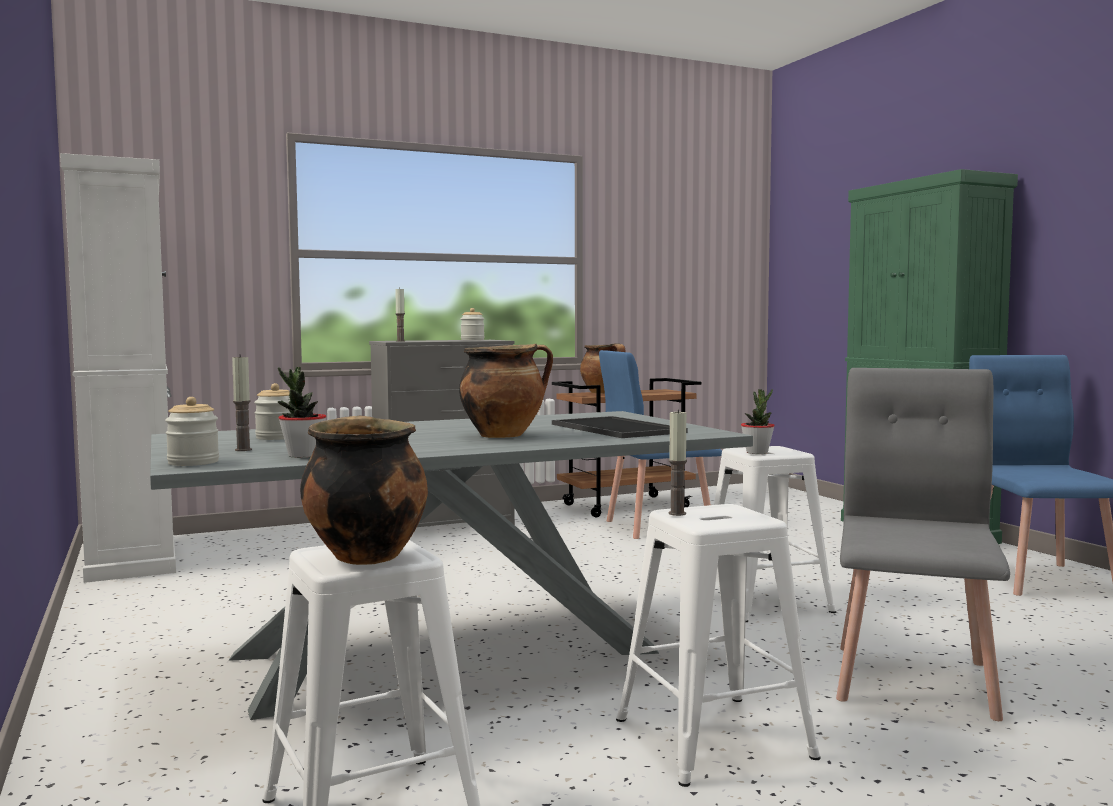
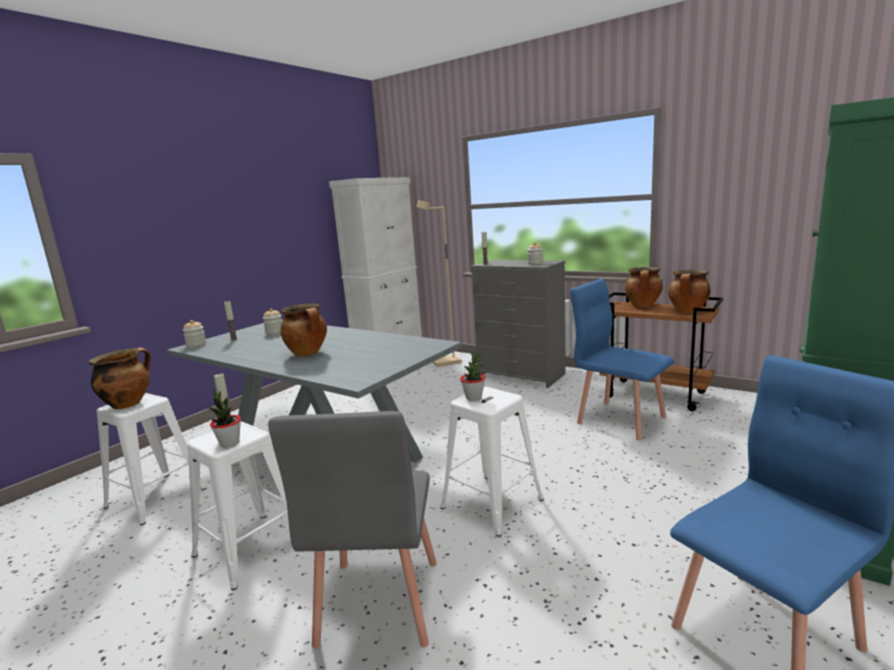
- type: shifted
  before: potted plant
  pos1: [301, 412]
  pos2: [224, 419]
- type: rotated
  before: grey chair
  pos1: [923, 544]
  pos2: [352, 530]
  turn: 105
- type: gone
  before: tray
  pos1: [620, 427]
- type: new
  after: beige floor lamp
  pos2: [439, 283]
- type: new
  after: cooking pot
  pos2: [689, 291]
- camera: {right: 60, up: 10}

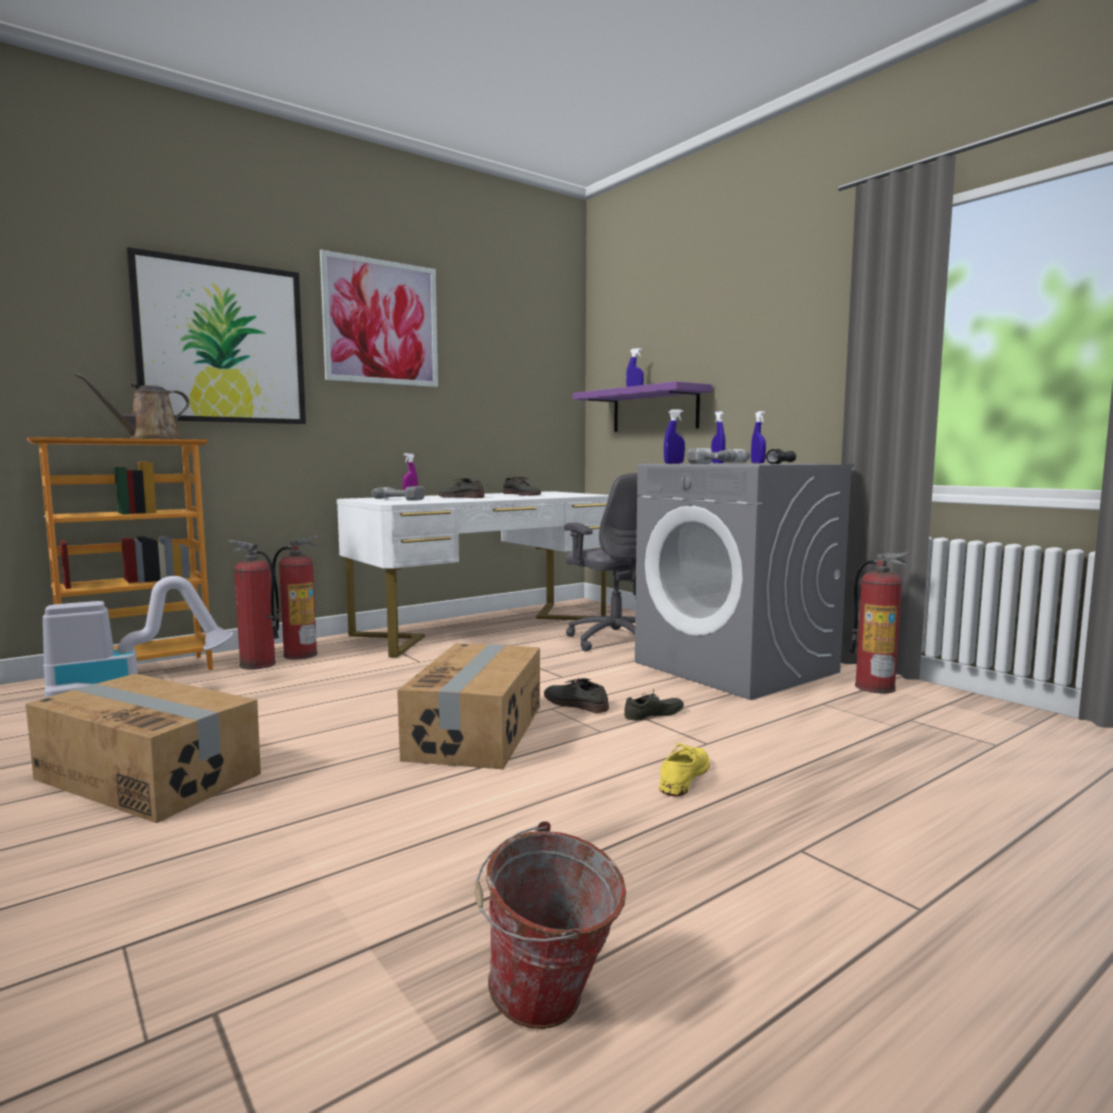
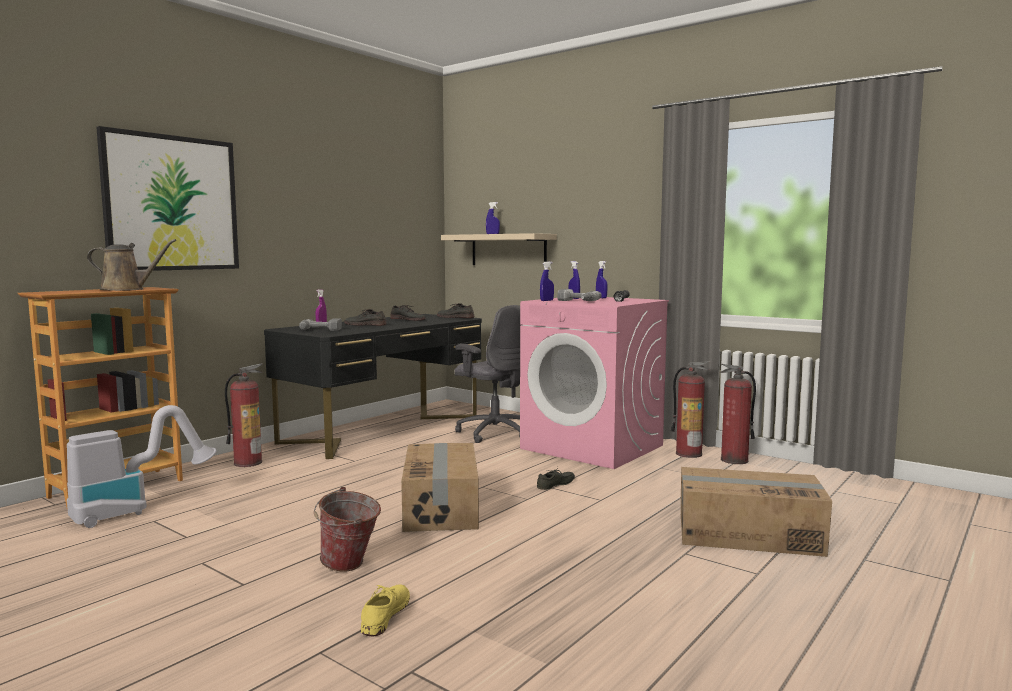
- type: gone
  before: picture
  pos1: [379, 318]
- type: rotated
  before: brown watering can
  pos1: [132, 406]
  pos2: [131, 265]
  turn: -120
- type: repainted
  before: purple shelf
  after: beige shelf
  pos1: [642, 406]
  pos2: [499, 249]
- type: repainted
  before: grey washing machine
  after: pink washing machine
  pos1: [744, 581]
  pos2: [594, 383]
- type: repainted
  before: white desk
  after: black desk
  pos1: [473, 574]
  pos2: [373, 386]
- type: shifted
  before: fire extinguisher
  pos1: [253, 605]
  pos2: [738, 414]
- type: shifted
  before: cardboard box
  pos1: [143, 748]
  pos2: [756, 512]
- type: shifted
  before: grey shoe
  pos1: [576, 695]
  pos2: [455, 310]
- type: shifted
  before: yellow shoe
  pos1: [684, 769]
  pos2: [385, 610]
- type: shifted
  before: bucket
  pos1: [550, 925]
  pos2: [347, 529]
- camera: {right: -15, up: 0}

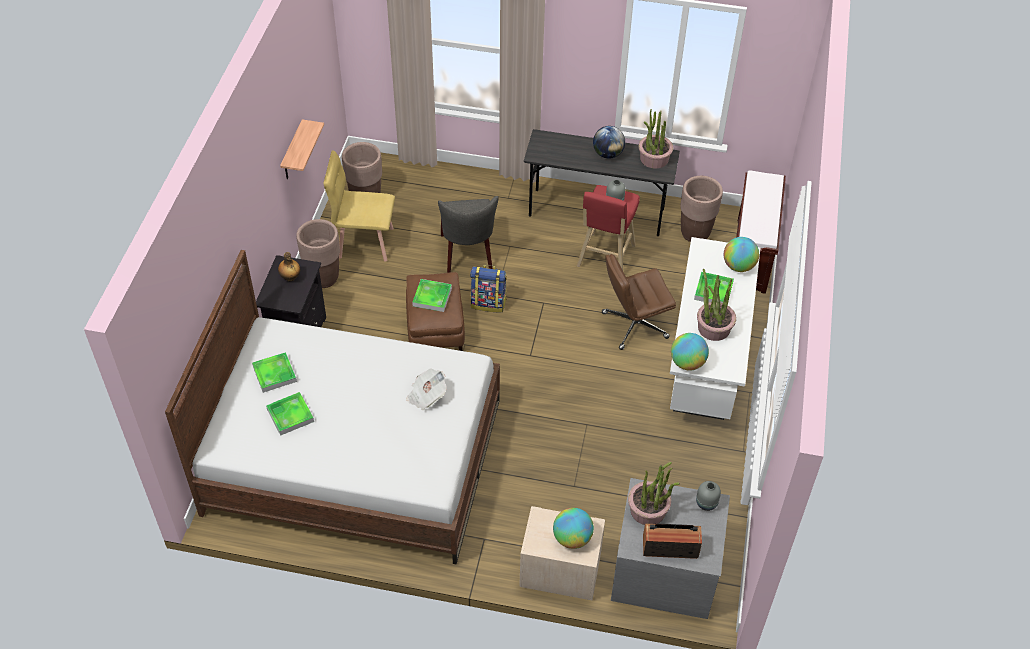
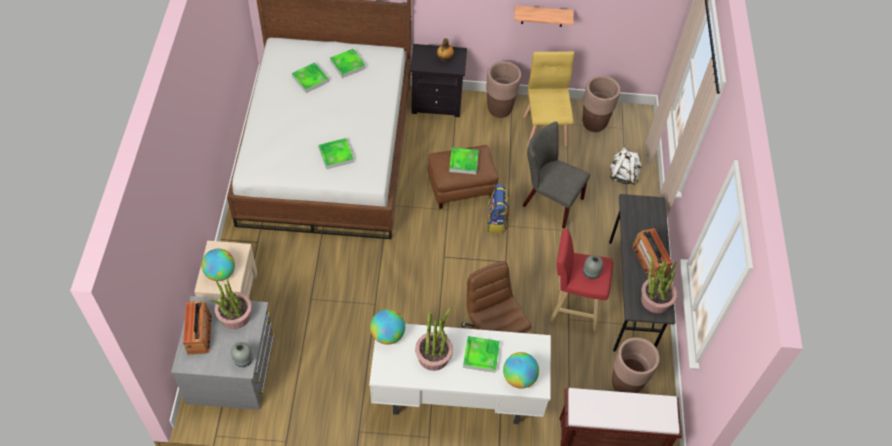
- type: swapped
  before: globe
  after: radio
  pos1: [609, 142]
  pos2: [652, 252]
- type: rotated
  before: grey chair
  pos1: [468, 234]
  pos2: [556, 175]
  turn: 45
- type: swapped
  before: newspaper
  after: tray
  pos1: [426, 389]
  pos2: [336, 153]
- type: new
  after: white backpack
  pos2: [626, 166]
- camera: {right: 80, up: 5}

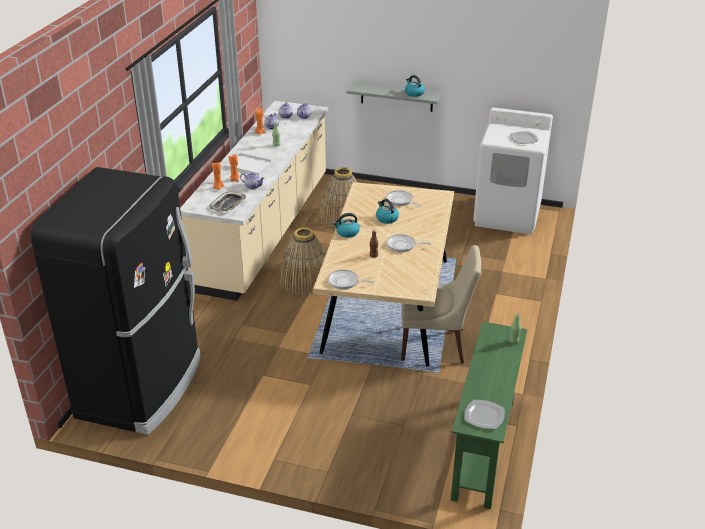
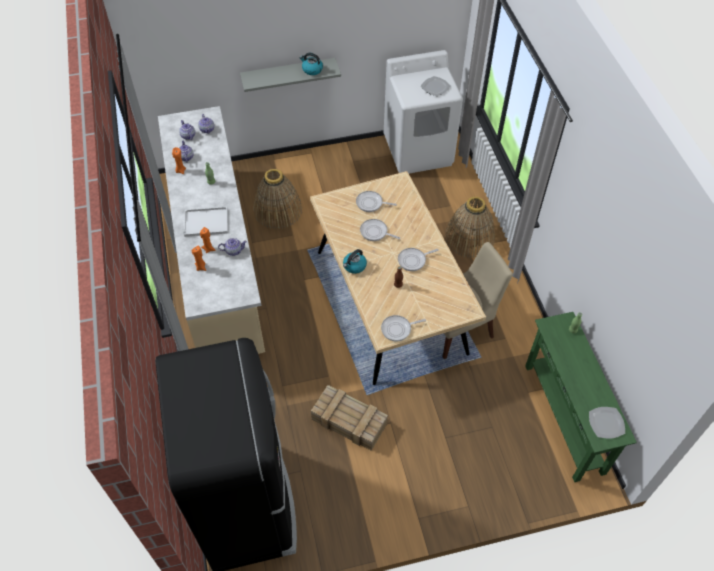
- type: gone
  before: tray
  pos1: [228, 201]
- type: swapped
  before: kettle
  after: frying pan
  pos1: [387, 211]
  pos2: [380, 230]
- type: shifted
  before: basket
  pos1: [302, 261]
  pos2: [470, 227]
- type: new
  after: crate
  pos2: [349, 418]
- camera: {right: -30, up: 20}

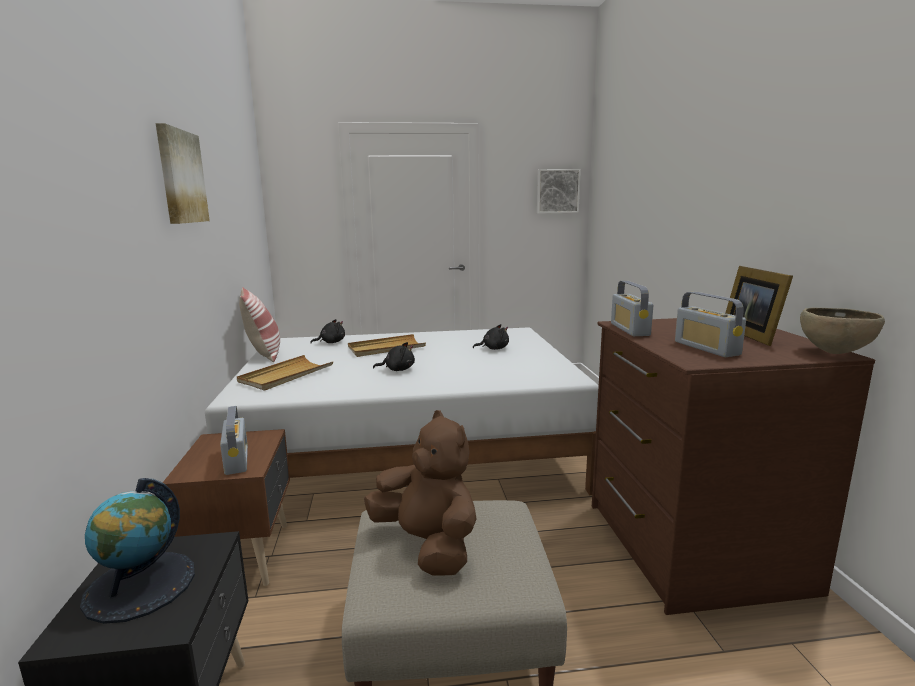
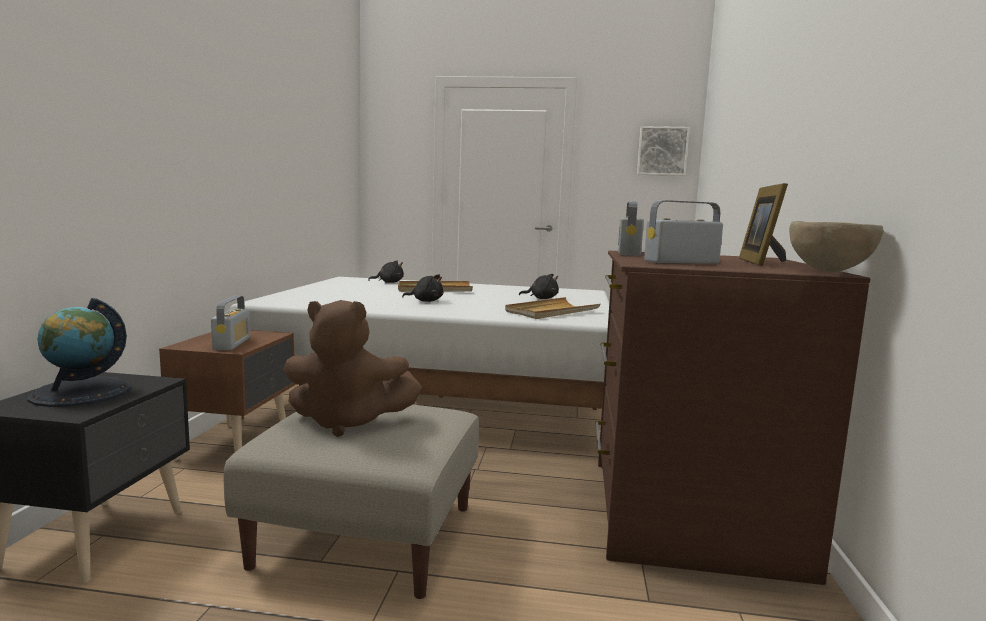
- type: gone
  before: picture
  pos1: [183, 173]
- type: gone
  before: pillow
  pos1: [259, 324]
- type: rotated
  before: radio
  pos1: [710, 324]
  pos2: [683, 231]
  turn: 75
- type: shifted
  before: beige tray
  pos1: [285, 373]
  pos2: [553, 308]
- type: rotated
  before: brown plush toy
  pos1: [420, 493]
  pos2: [352, 368]
  turn: 120
- camera: {right: 15, up: -5}

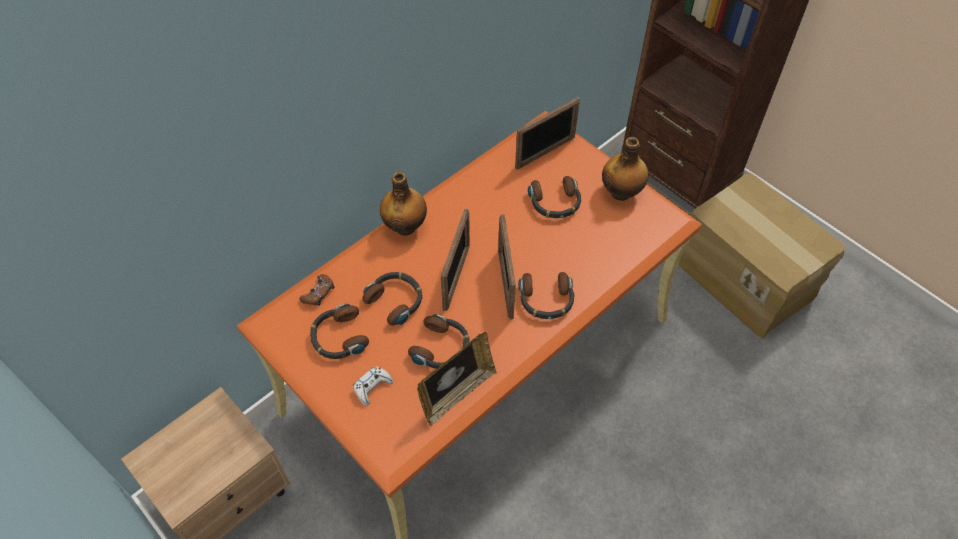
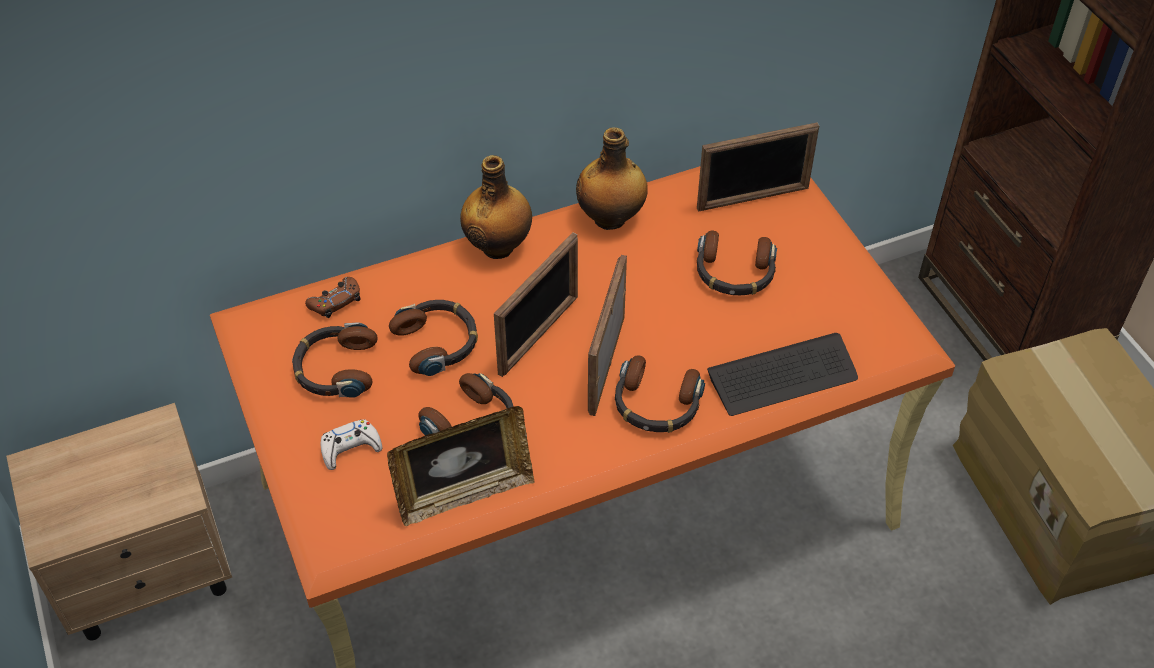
- type: shifted
  before: bottle
  pos1: [625, 169]
  pos2: [612, 178]
- type: new
  after: keyboard
  pos2: [782, 374]
- camera: {right: 20, up: -5}

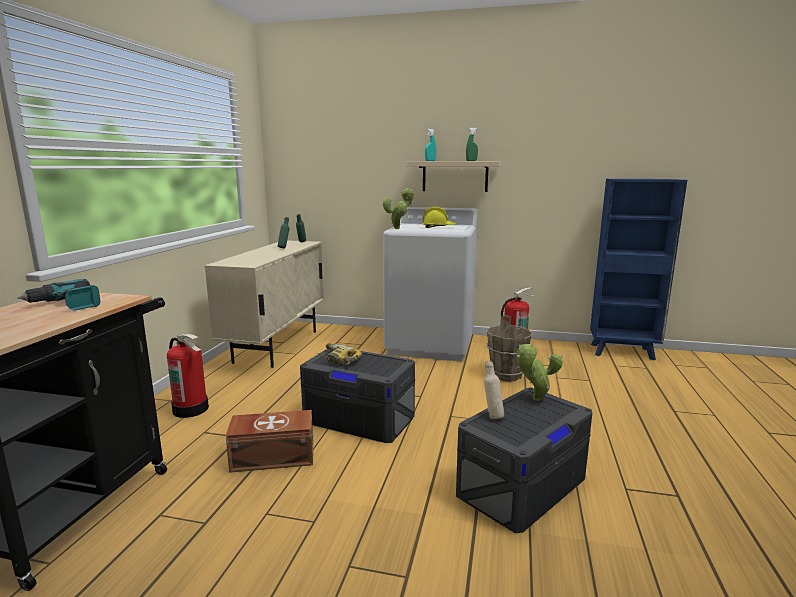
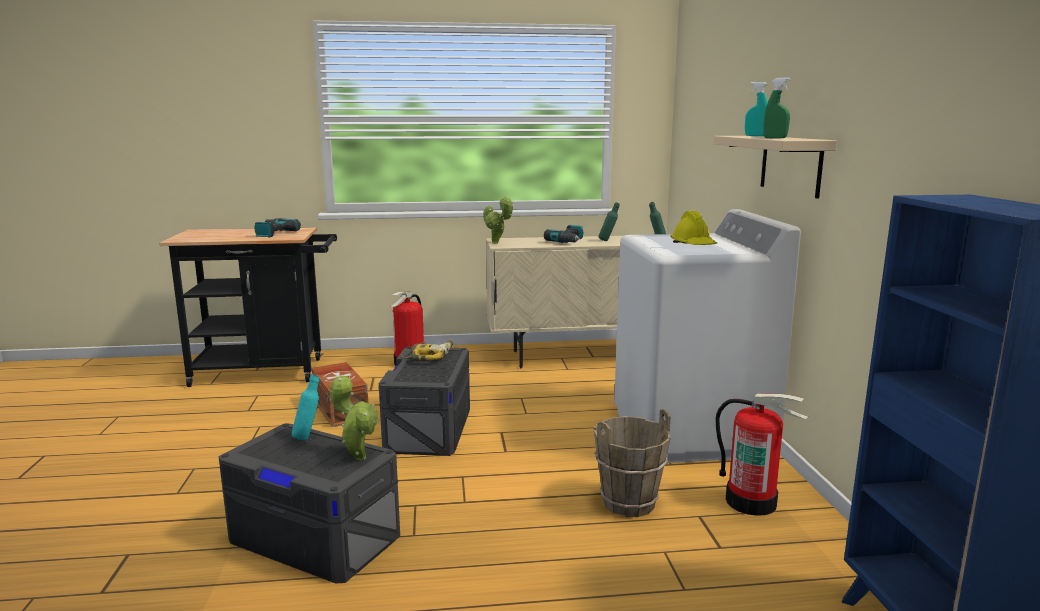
- type: shifted
  before: potted plant
  pos1: [398, 208]
  pos2: [498, 220]
- type: repainted
  before: beige bottle
  after: turquoise bottle
  pos1: [494, 390]
  pos2: [305, 407]
- type: new
  after: power drill
  pos2: [563, 234]
- camera: {right: 70, up: 0}

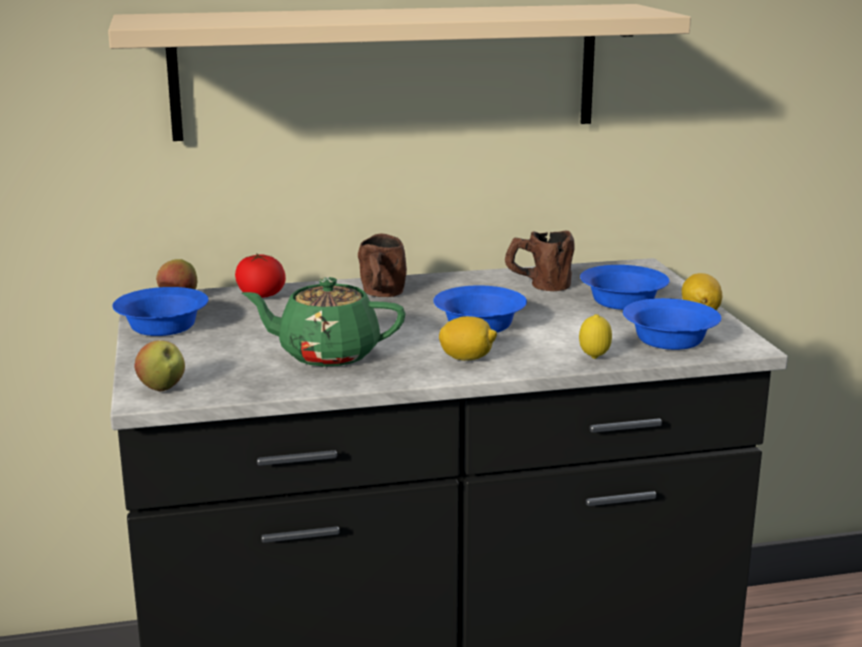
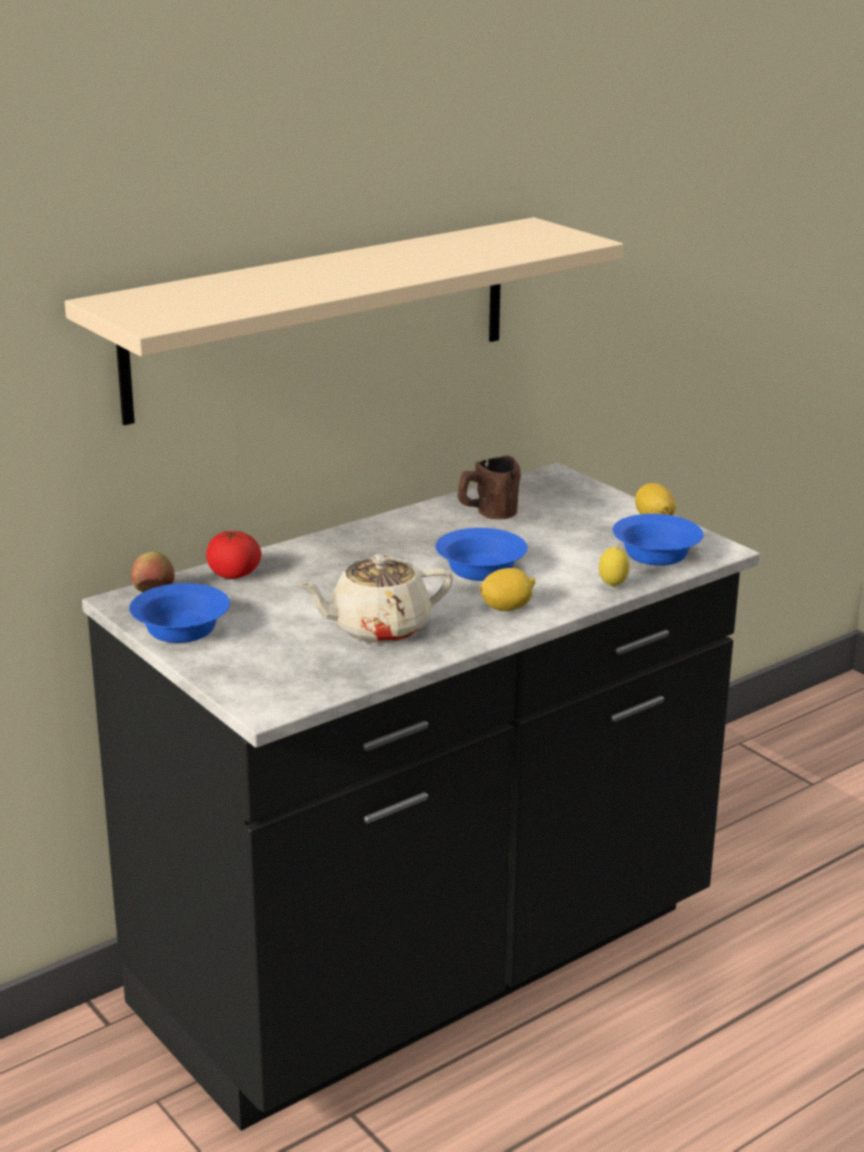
- type: gone
  before: brown mug
  pos1: [382, 265]
- type: gone
  before: blue bowl
  pos1: [625, 287]
- type: repainted
  before: green teapot
  after: beige teapot
  pos1: [324, 322]
  pos2: [374, 599]
- type: gone
  before: apple
  pos1: [159, 365]
- camera: {right: -25, up: 5}

